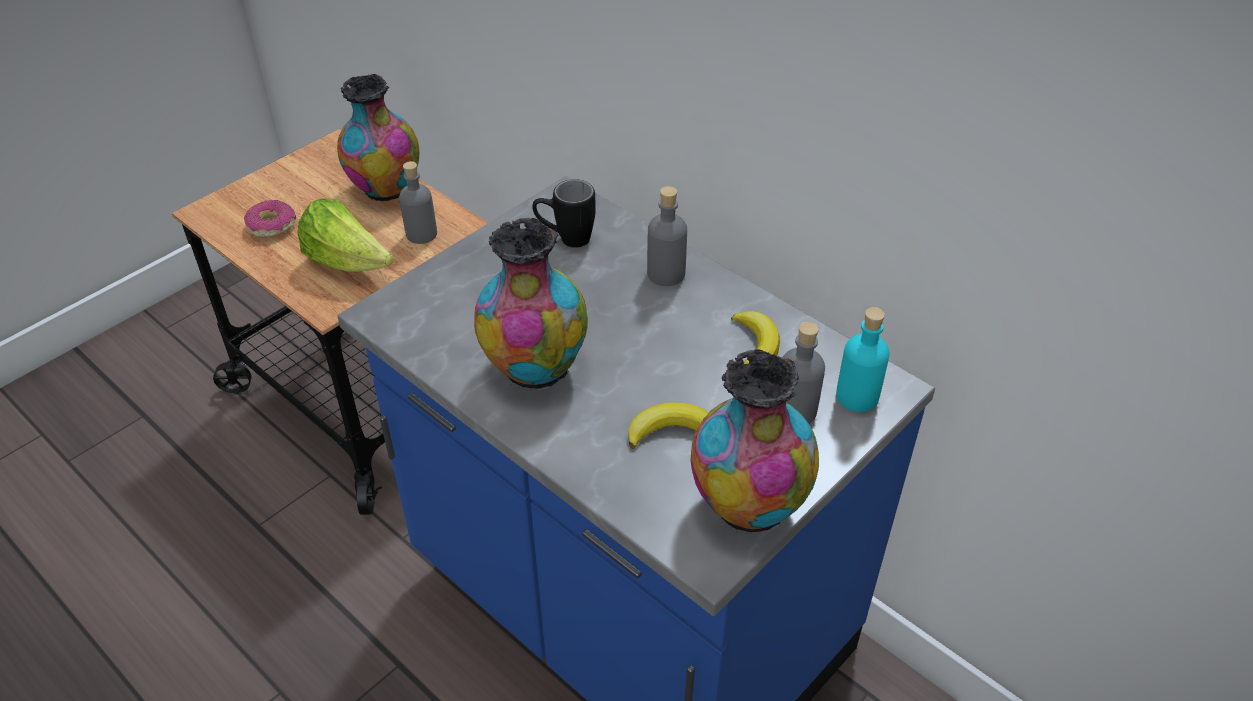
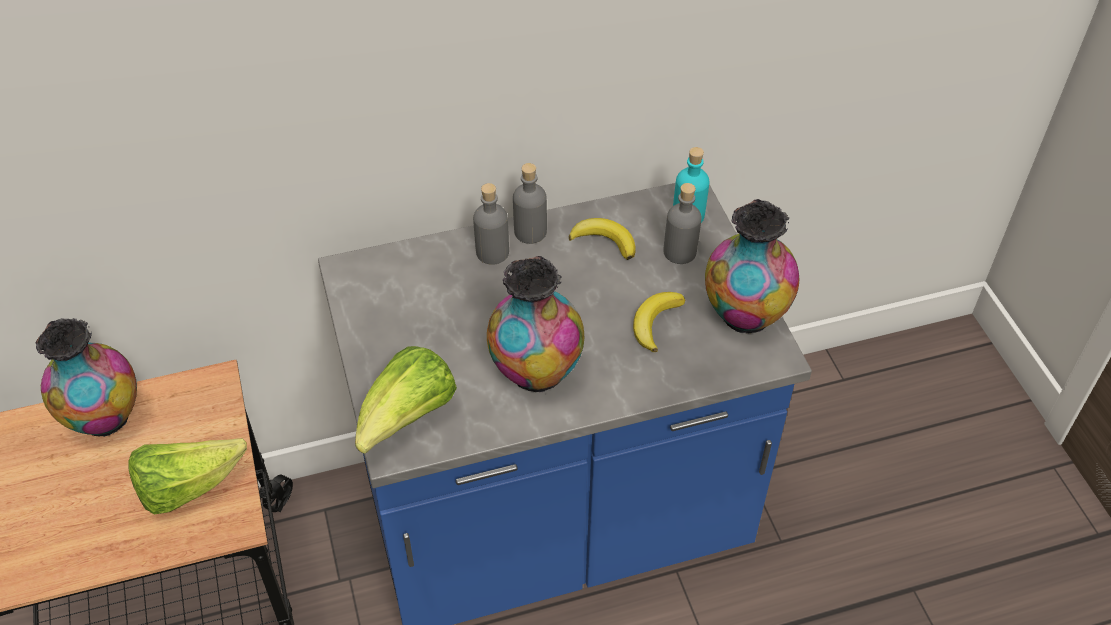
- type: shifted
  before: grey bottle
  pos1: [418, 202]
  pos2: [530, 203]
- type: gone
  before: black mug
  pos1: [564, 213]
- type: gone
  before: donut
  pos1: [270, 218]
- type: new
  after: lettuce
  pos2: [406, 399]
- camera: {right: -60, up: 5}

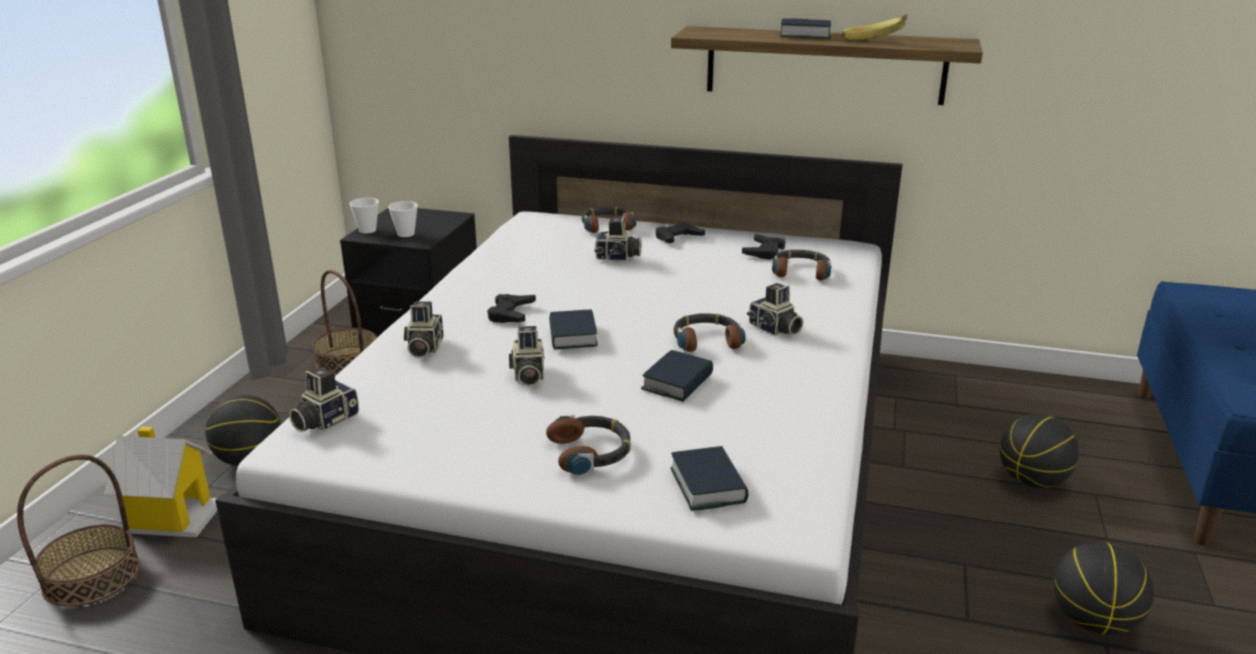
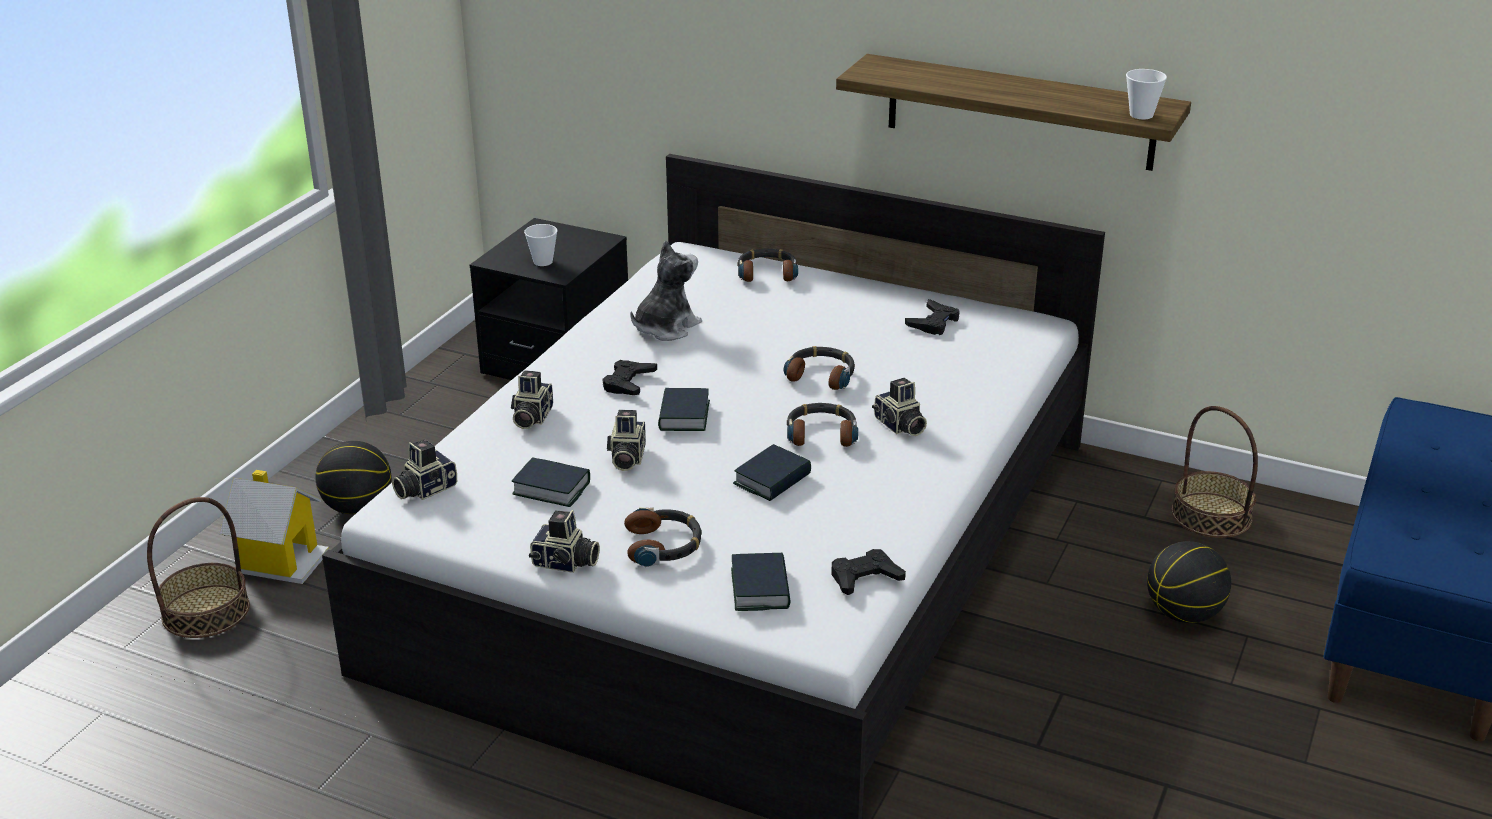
- type: gone
  before: banana
  pos1: [874, 27]
- type: shifted
  before: book
  pos1: [805, 28]
  pos2: [551, 482]
- type: shifted
  before: cup
  pos1: [364, 215]
  pos2: [1146, 94]
- type: shifted
  before: photo camera
  pos1: [618, 238]
  pos2: [564, 541]
- type: shifted
  before: black game controller
  pos1: [680, 232]
  pos2: [869, 572]
- type: shifted
  before: headphones
  pos1: [801, 264]
  pos2: [819, 368]
- type: shifted
  before: basket
  pos1: [345, 323]
  pos2: [1215, 472]
- type: gone
  before: basketball
  pos1: [1104, 588]
- type: new
  after: plush toy
  pos2: [666, 290]
- camera: {right: 10, up: 5}

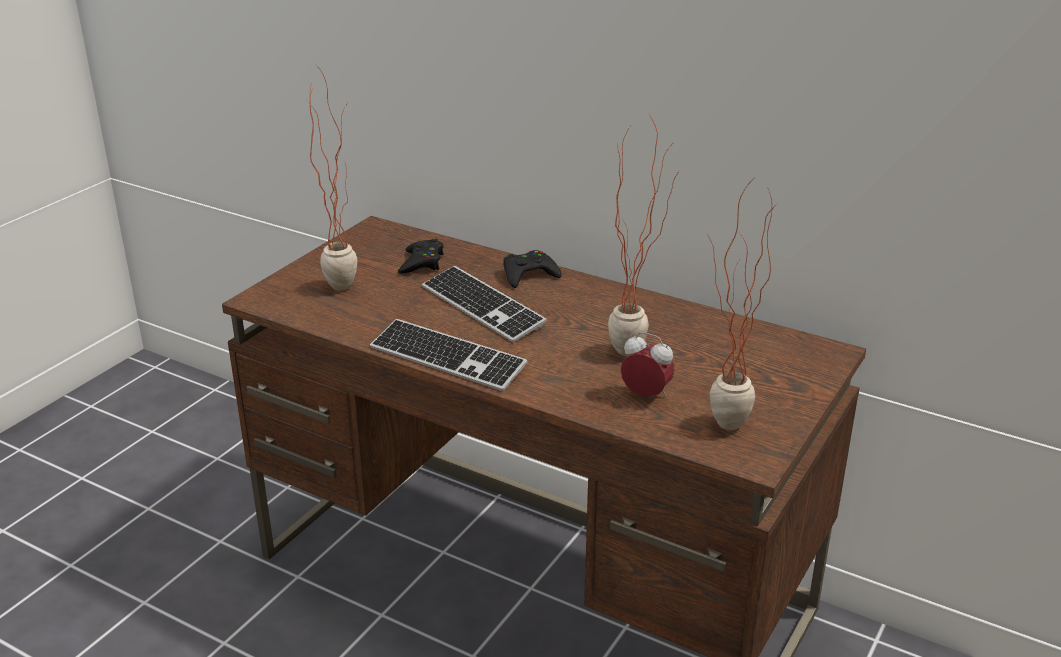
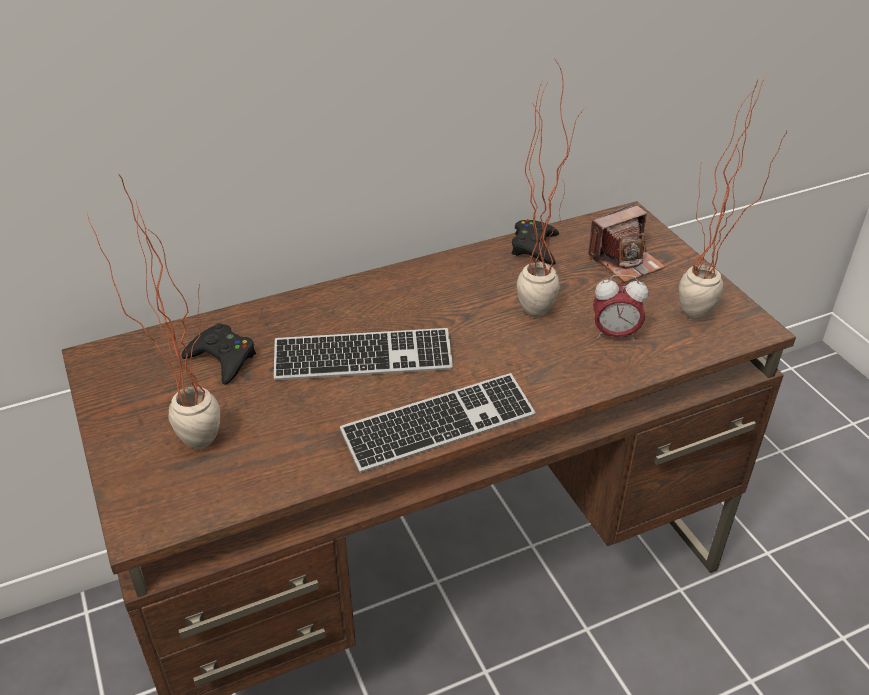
- type: shifted
  before: black game controller
  pos1: [532, 269]
  pos2: [535, 241]
- type: rotated
  before: alarm clock
  pos1: [647, 364]
  pos2: [620, 308]
  turn: -150
- type: new
  after: photo camera
  pos2: [626, 243]
- camera: {right: -55, up: 10}

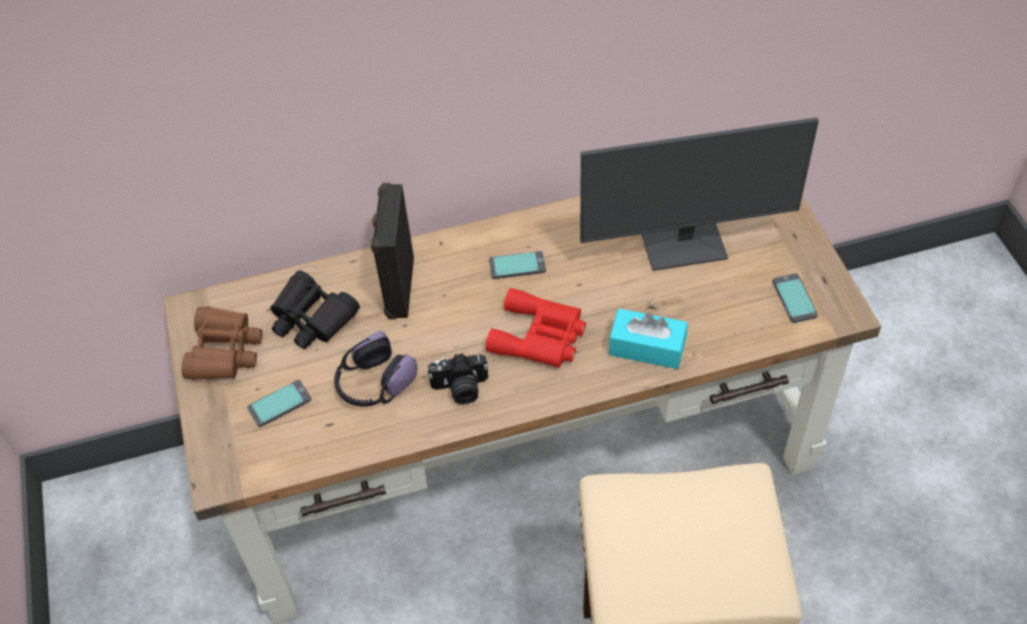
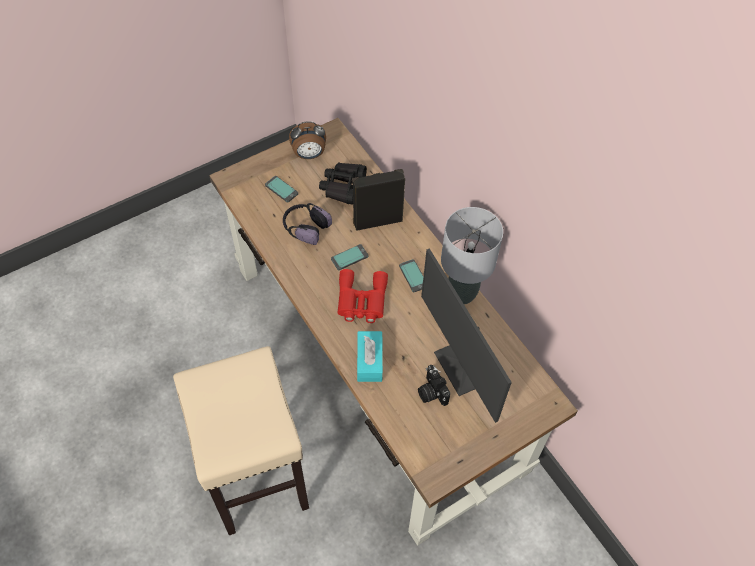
- type: shifted
  before: phone
  pos1: [795, 298]
  pos2: [350, 257]
- type: swapped
  before: brown binoculars
  after: alarm clock
  pos1: [222, 343]
  pos2: [307, 140]
- type: shifted
  before: photo camera
  pos1: [458, 379]
  pos2: [434, 385]
- type: new
  after: grey table lamp
  pos2: [472, 255]
- camera: {right: 70, up: 5}

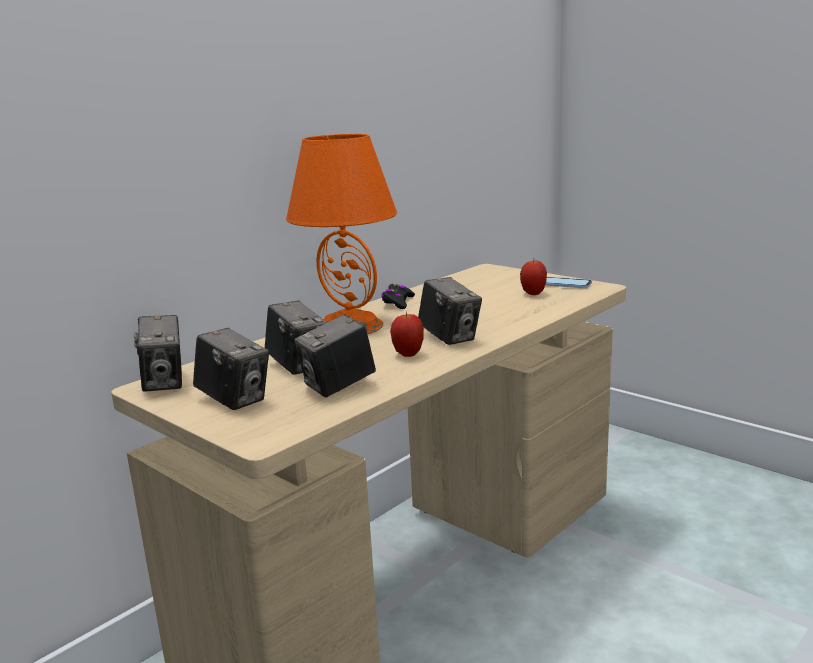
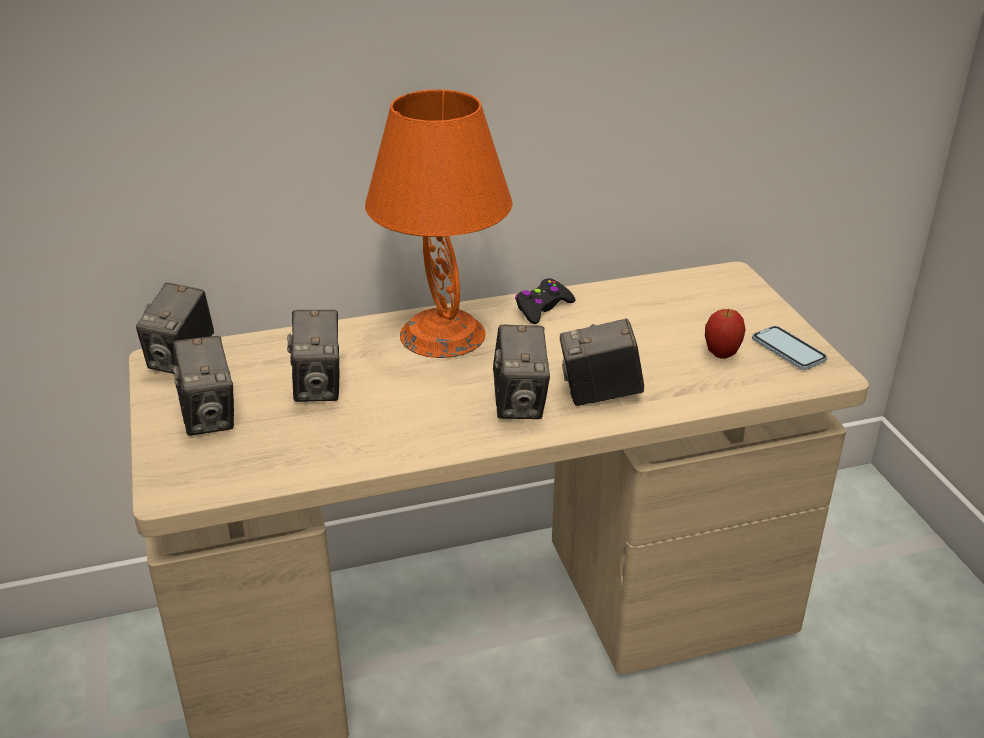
- type: gone
  before: apple
  pos1: [407, 334]
- type: shifted
  before: photo camera
  pos1: [335, 356]
  pos2: [602, 362]
- camera: {right: 30, up: 15}

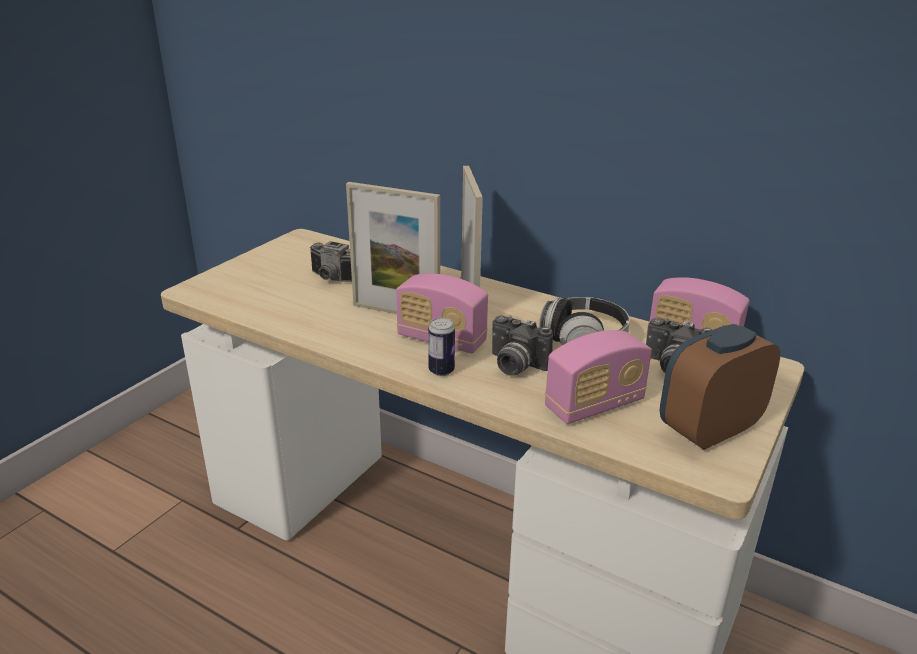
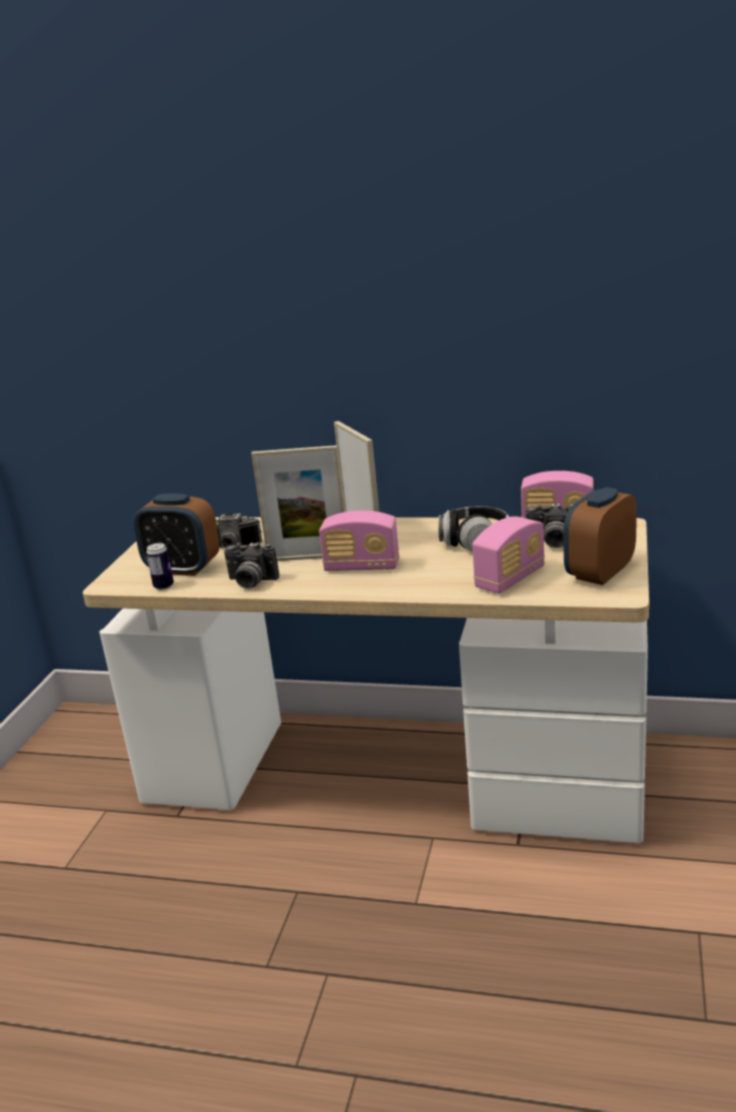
- type: shifted
  before: photo camera
  pos1: [522, 345]
  pos2: [251, 565]
- type: shifted
  before: can
  pos1: [441, 347]
  pos2: [160, 566]
- type: new
  after: alarm clock
  pos2: [176, 535]
- camera: {right: -15, up: -5}

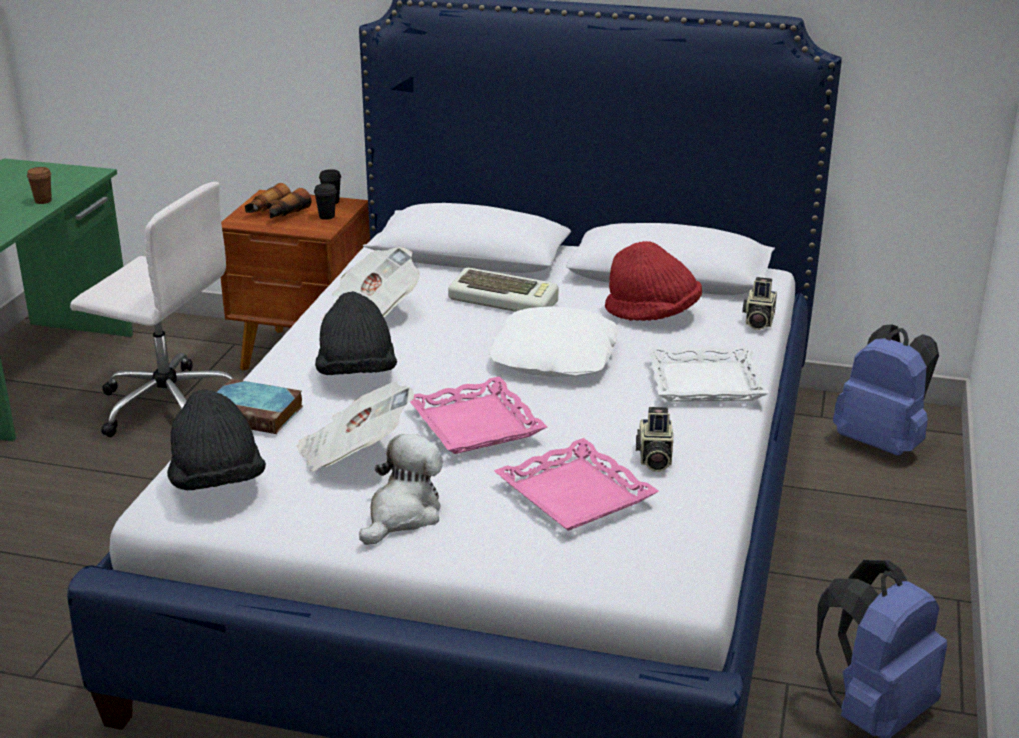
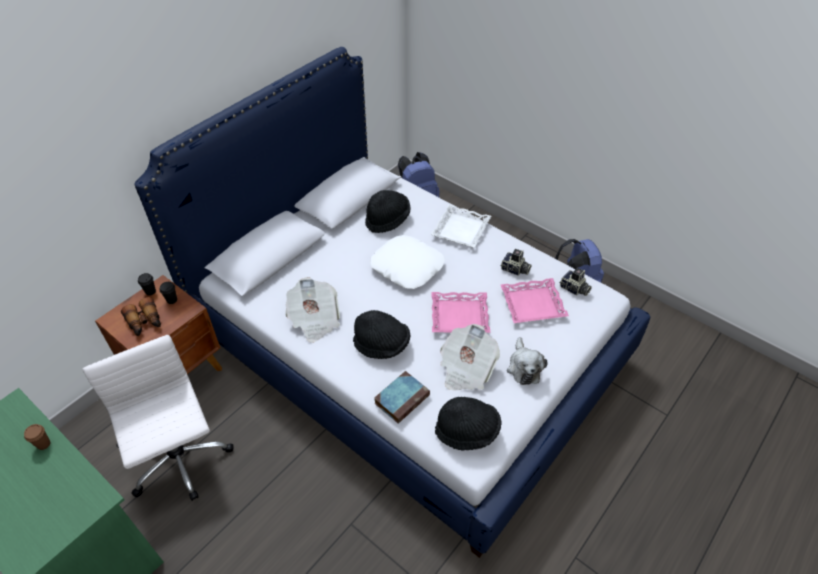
- type: rotated
  before: white office chair
  pos1: [152, 309]
  pos2: [158, 418]
  turn: -75
- type: repainted
  before: red hat
  after: black hat
  pos1: [653, 281]
  pos2: [387, 211]
- type: gone
  before: keyboard
  pos1: [503, 290]
- type: shifted
  before: photo camera
  pos1: [759, 303]
  pos2: [576, 282]
- type: rotated
  before: plush toy
  pos1: [401, 489]
  pos2: [527, 361]
  turn: -150
- camera: {right: -65, up: 20}

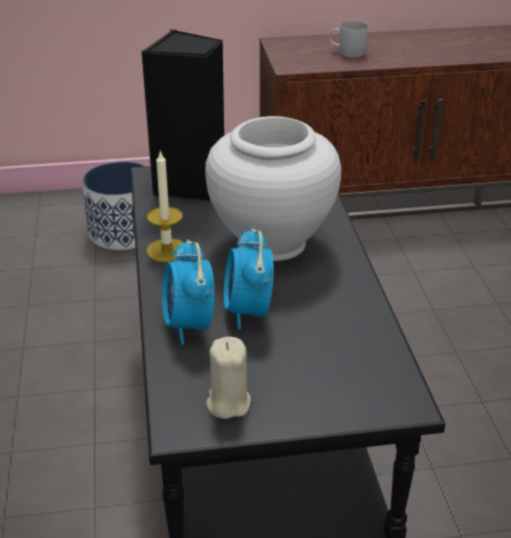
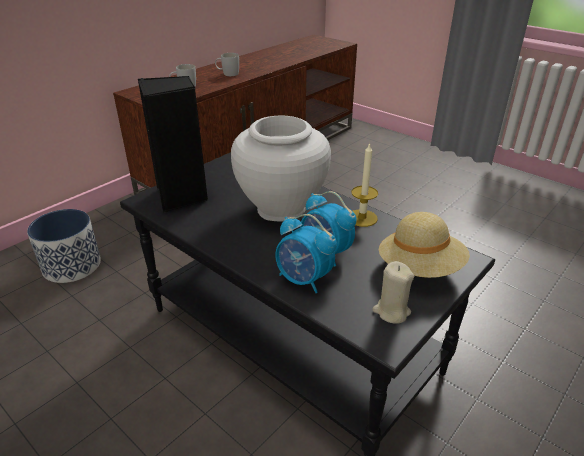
- type: shifted
  before: candle
  pos1: [165, 206]
  pos2: [364, 184]
- type: new
  after: white mug
  pos2: [227, 64]
- type: new
  after: beige hat
  pos2: [424, 245]
- camera: {right: -40, up: 0}

